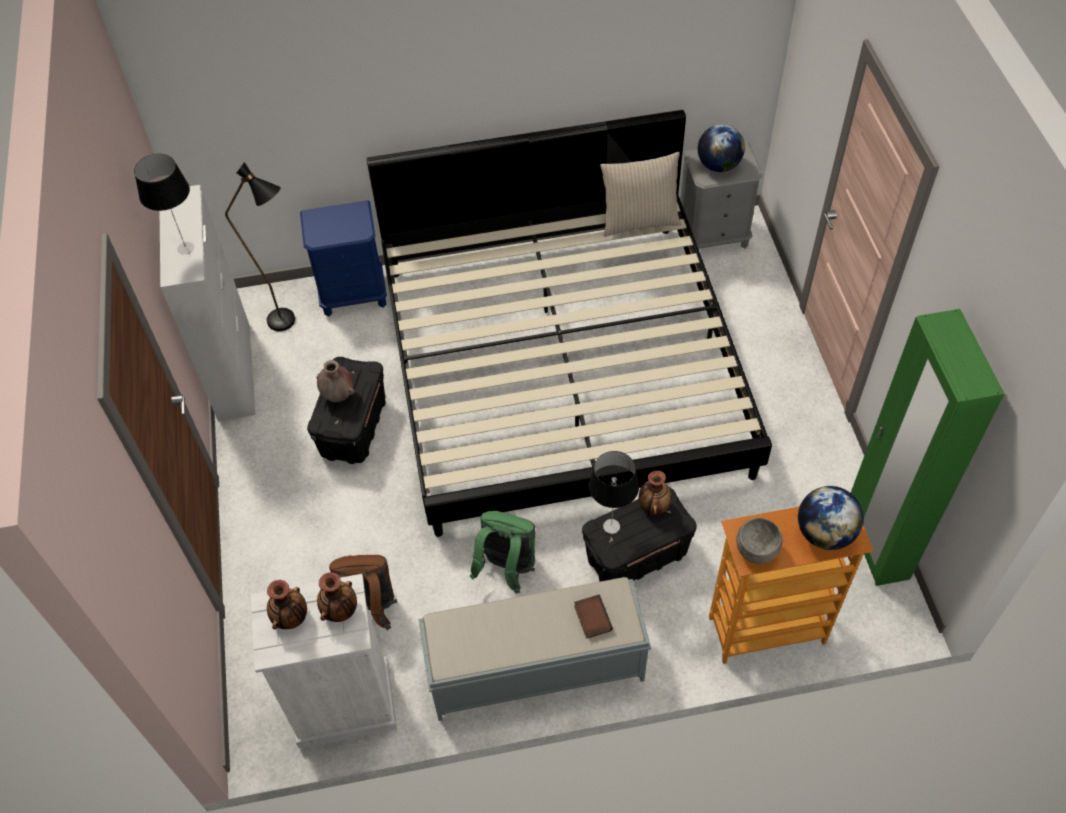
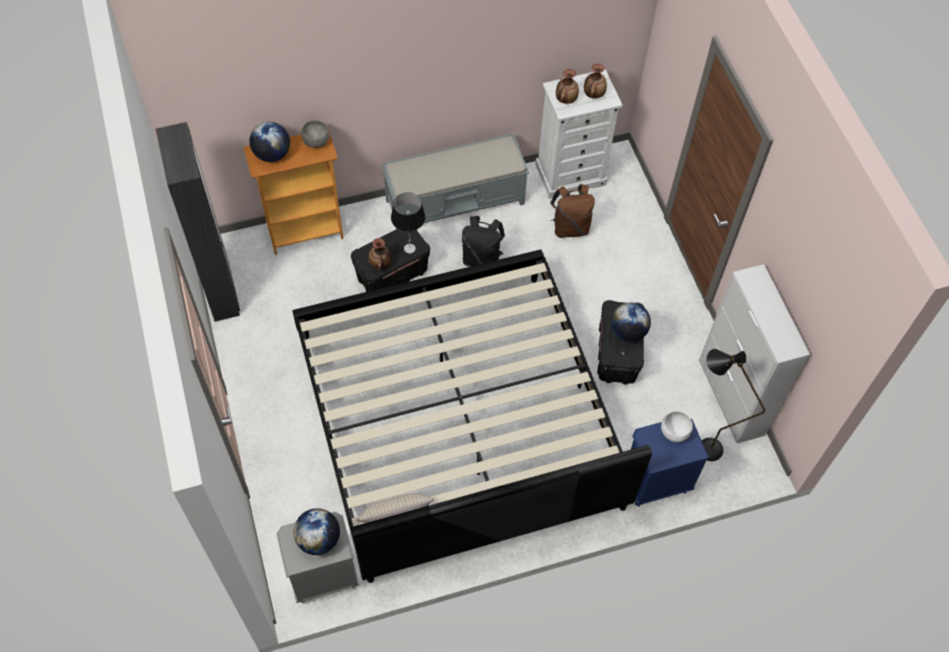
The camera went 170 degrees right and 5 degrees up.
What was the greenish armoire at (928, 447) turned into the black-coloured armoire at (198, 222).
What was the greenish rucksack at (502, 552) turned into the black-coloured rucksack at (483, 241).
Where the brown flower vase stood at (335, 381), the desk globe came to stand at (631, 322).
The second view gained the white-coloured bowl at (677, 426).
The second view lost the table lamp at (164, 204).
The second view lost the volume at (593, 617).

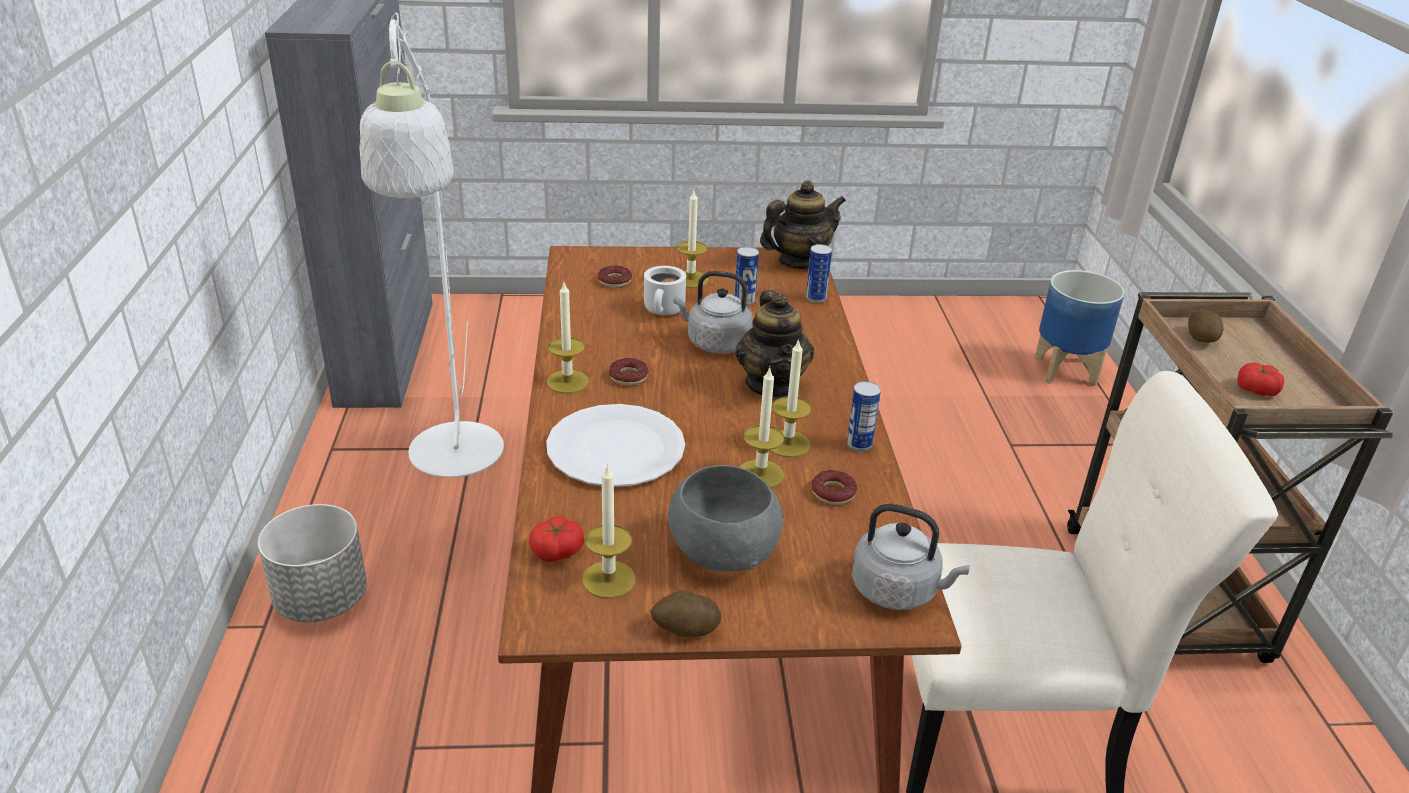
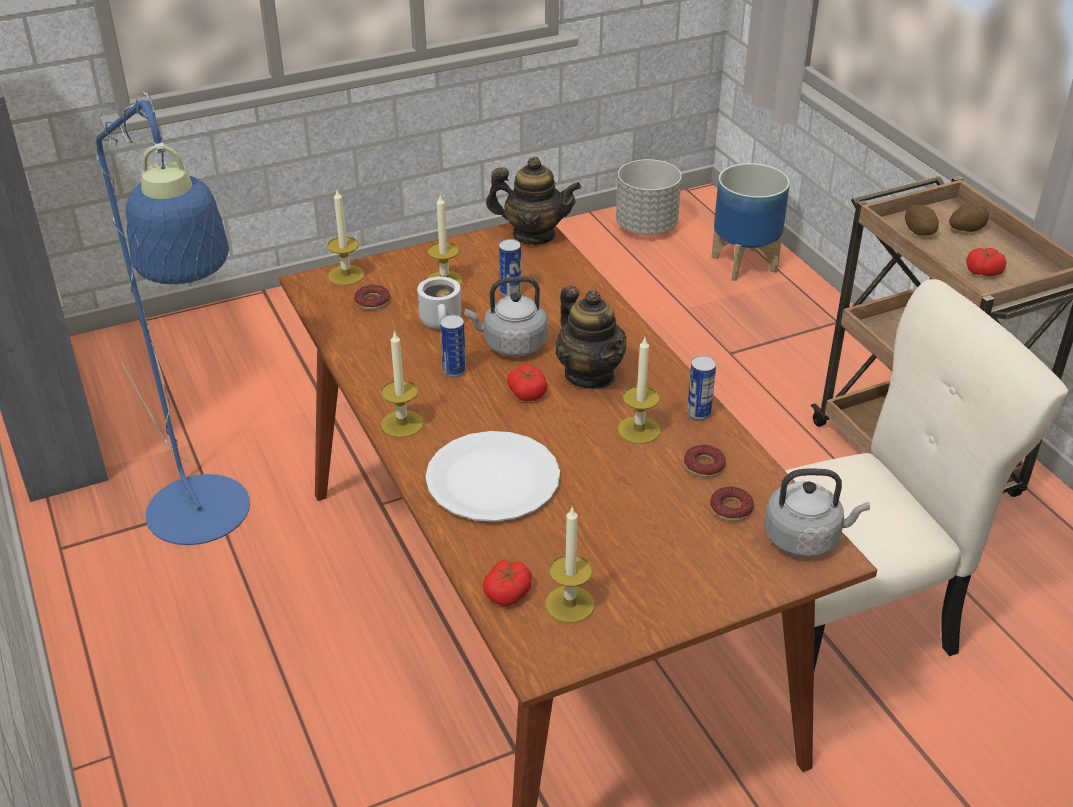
The camera went 20 degrees left and 5 degrees up.
What was the white-coloured floor lamp at (431, 245) turned into the bluish floor lamp at (173, 318).
The wax candle ended up elsewhere, having gone from (762, 427) to (346, 237).
The metal can ended up elsewhere, having gone from (819, 273) to (453, 346).
The pot for tea at (803, 224) ended up facing another way, 60 degrees clockwise from before.
The second view gained the whole tomato at (527, 383).
The greyish planter ended up elsewhere, having gone from (312, 563) to (649, 197).
The doughnut ended up elsewhere, having gone from (629, 372) to (732, 504).
The potato ended up elsewhere, having gone from (685, 613) to (969, 218).
The second view lost the greyish bowl at (726, 518).

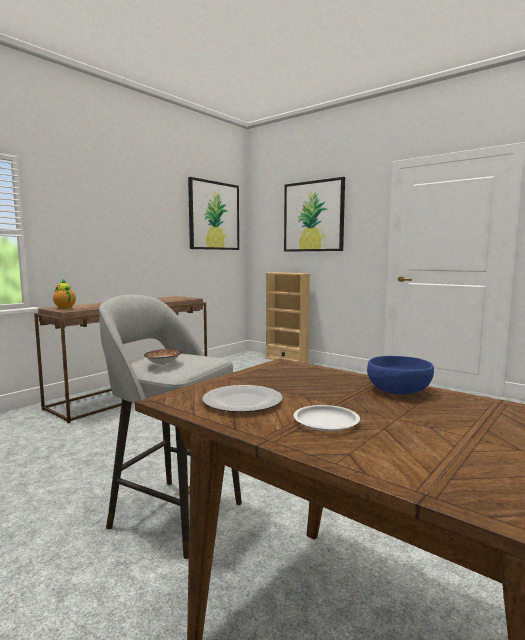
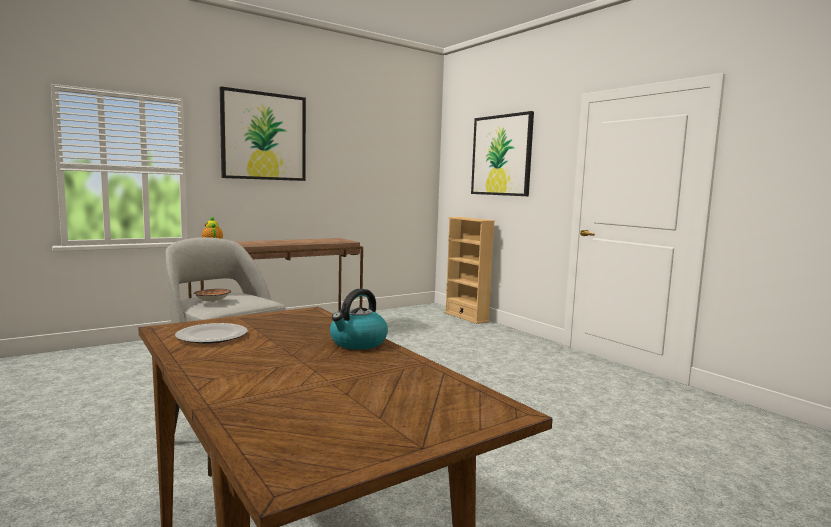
The camera went 15 degrees right and 0 degrees up.
The wall art ended up elsewhere, having gone from (213, 213) to (263, 134).
Where the bluish bowl stood at (400, 375), the water kettle came to stand at (359, 319).
The second view lost the white-coloured plate at (327, 418).

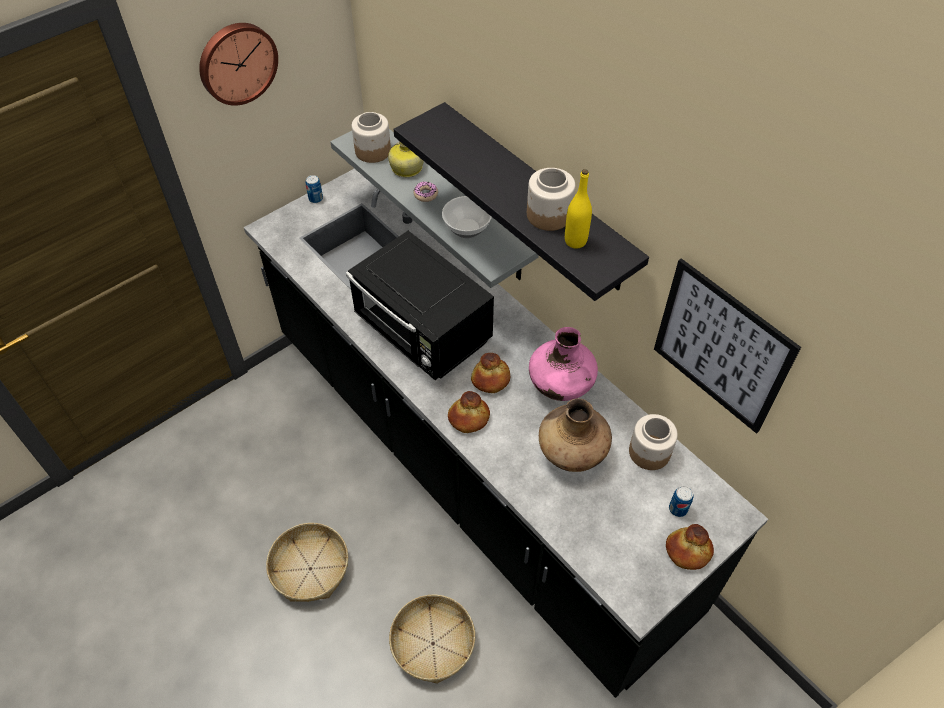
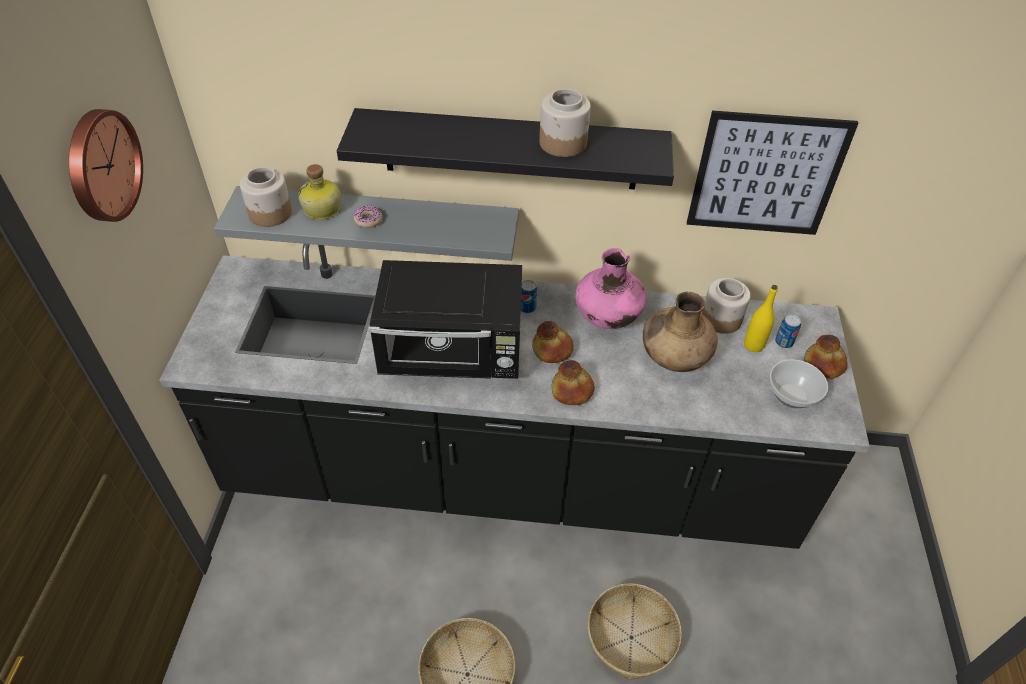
The camera went 45 degrees left and 5 degrees down.
The metal can ended up elsewhere, having gone from (314, 189) to (529, 296).
The yellow beverage bottle ended up elsewhere, having gone from (578, 208) to (761, 318).
The bowl ended up elsewhere, having gone from (467, 217) to (799, 383).

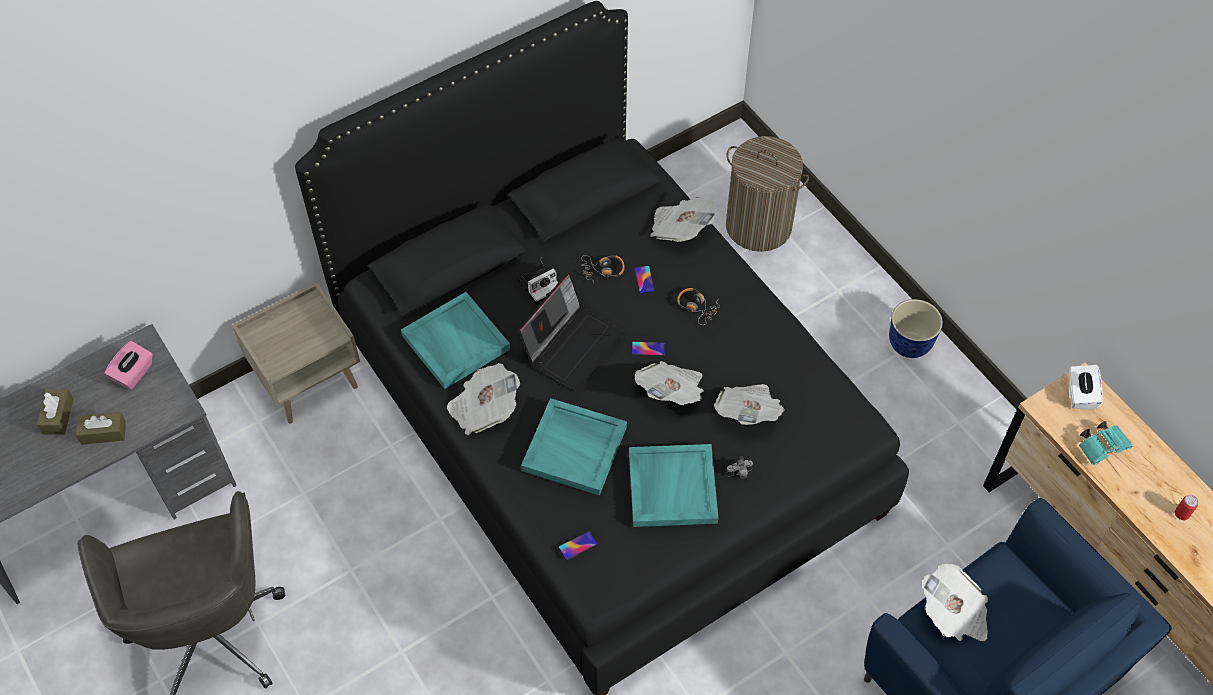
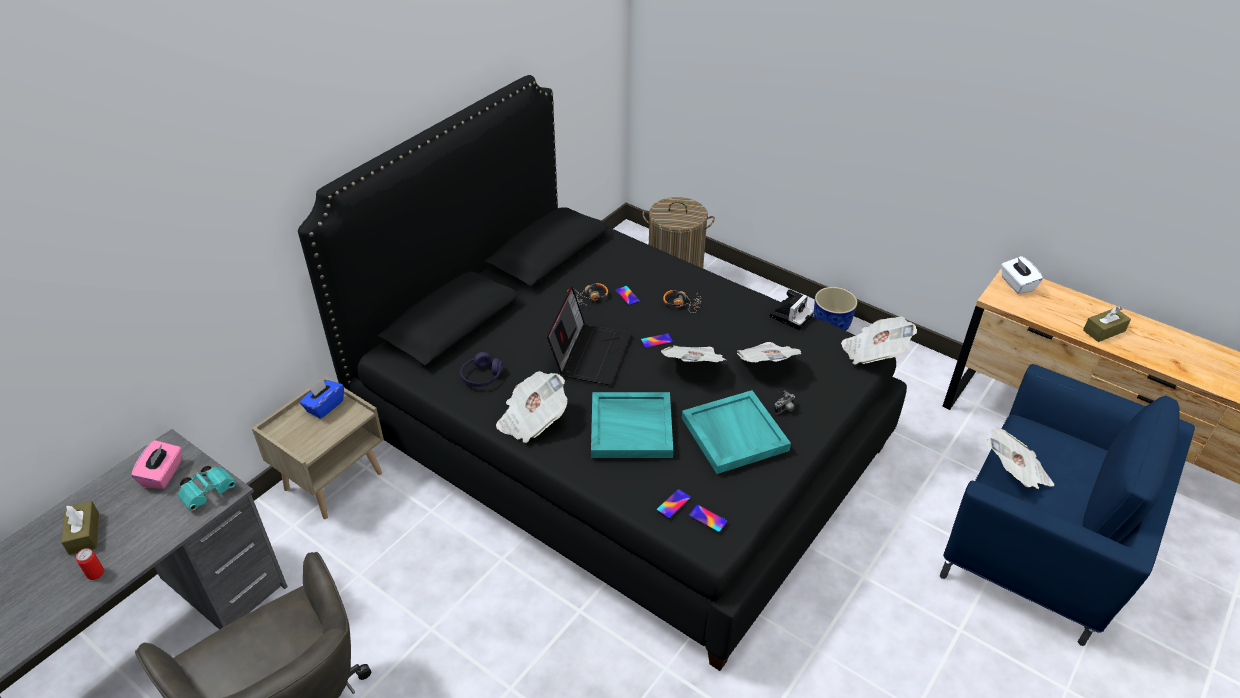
The camera went 20 degrees left and 15 degrees down.
The metal can ended up elsewhere, having gone from (1186, 507) to (90, 564).
The turquoise-coloured field glasses ended up elsewhere, having gone from (1106, 443) to (206, 488).
The second view gained the bluish box of tissues at (322, 398).
Where the turquoise-coloured tray stood at (455, 340), the purple headphones came to stand at (481, 369).
The second view gained the telephone at (708, 518).
The photo camera ended up elsewhere, having gone from (537, 281) to (791, 309).
The newspaper ended up elsewhere, having gone from (683, 219) to (879, 340).
The brown box of tissues ended up elsewhere, having gone from (101, 428) to (1107, 324).

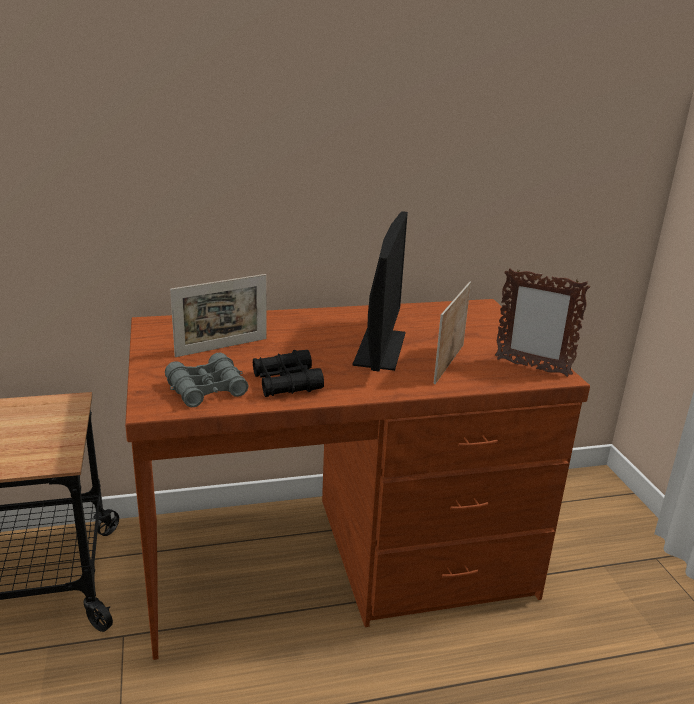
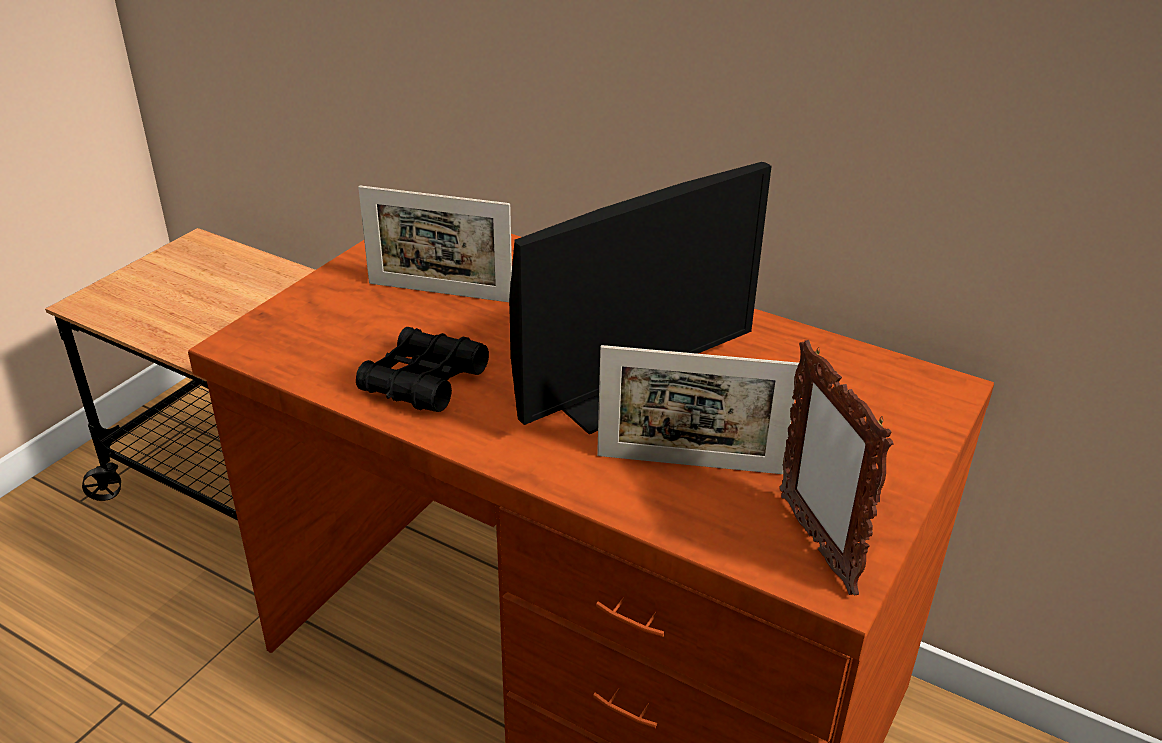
The camera went 45 degrees right and 10 degrees up.
The picture frame at (452, 332) ended up facing another way, 150 degrees counterclockwise from before.
The second view lost the greyish field glasses at (206, 379).

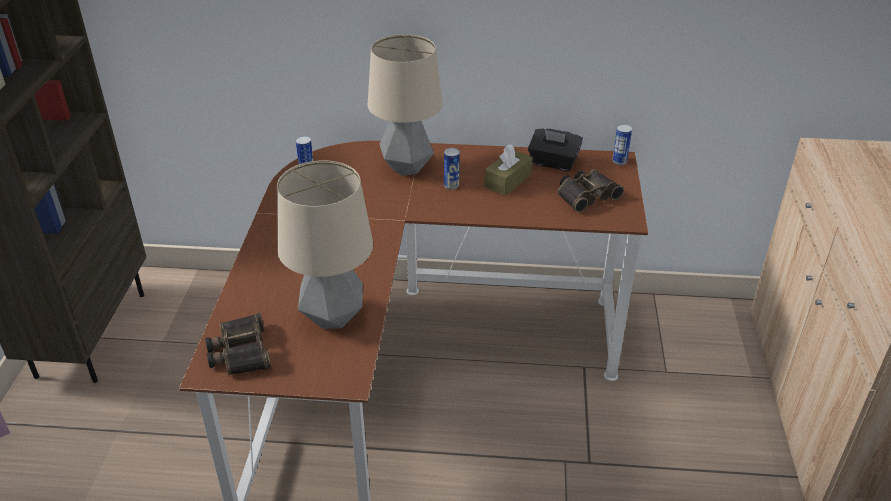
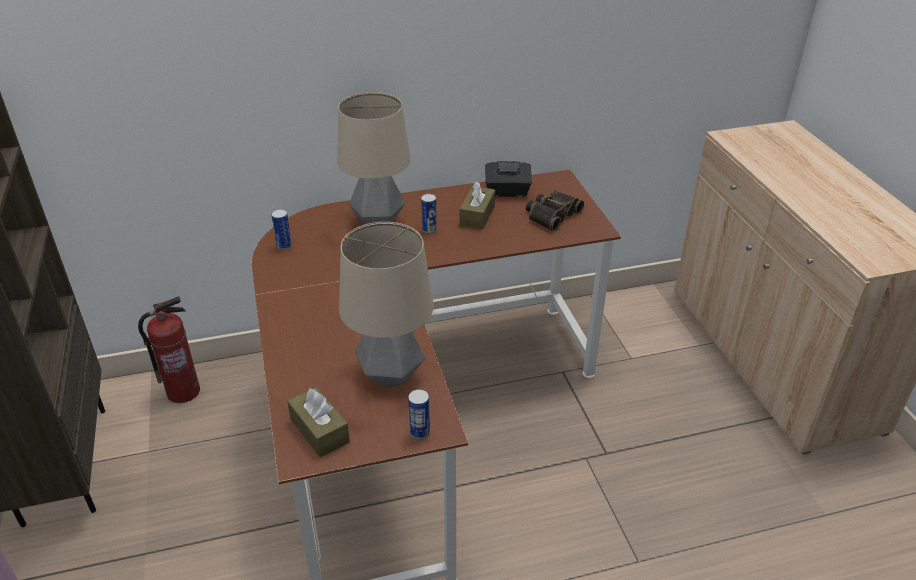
The camera went 20 degrees left and 0 degrees up.
The second view gained the fire-fighting cylinder at (169, 349).
Where the field glasses stood at (238, 344), the brown box of tissues came to stand at (318, 422).
The metal can ended up elsewhere, having gone from (622, 144) to (419, 414).

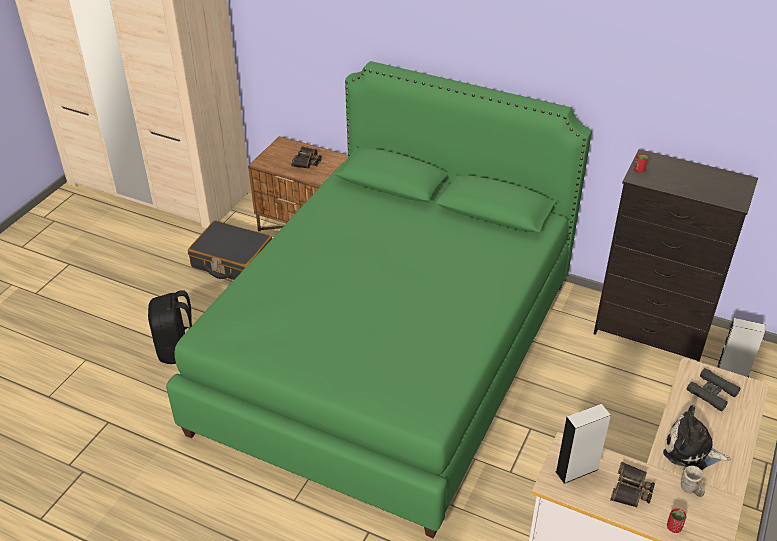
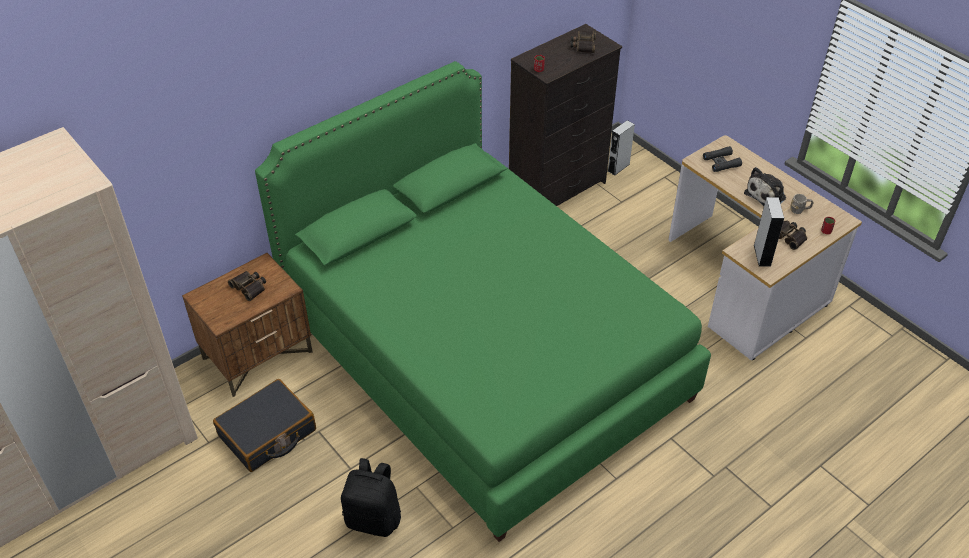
The camera went 65 degrees left and 5 degrees up.
The second view gained the field glasses at (583, 42).

